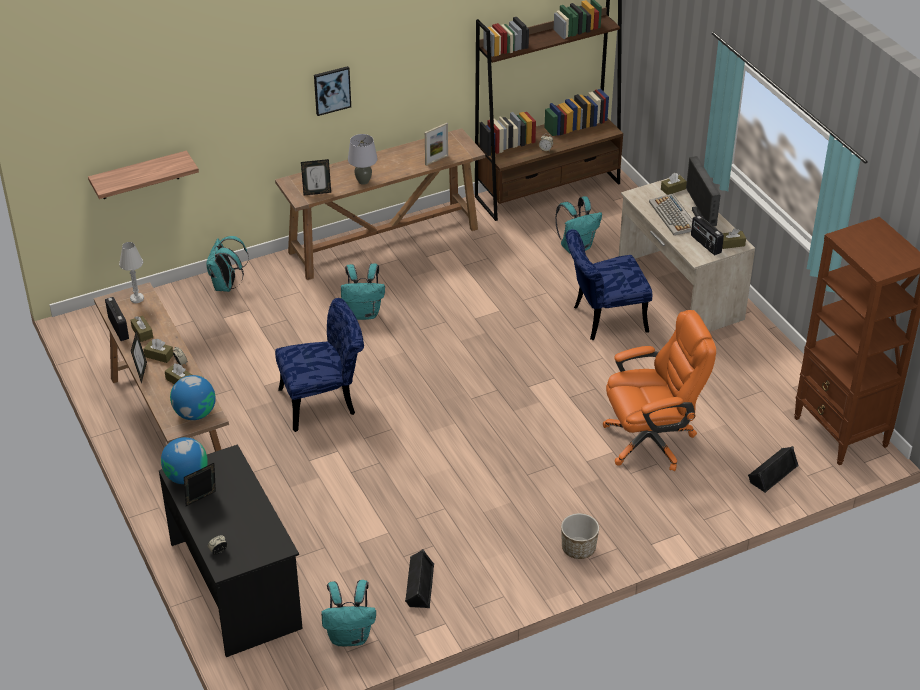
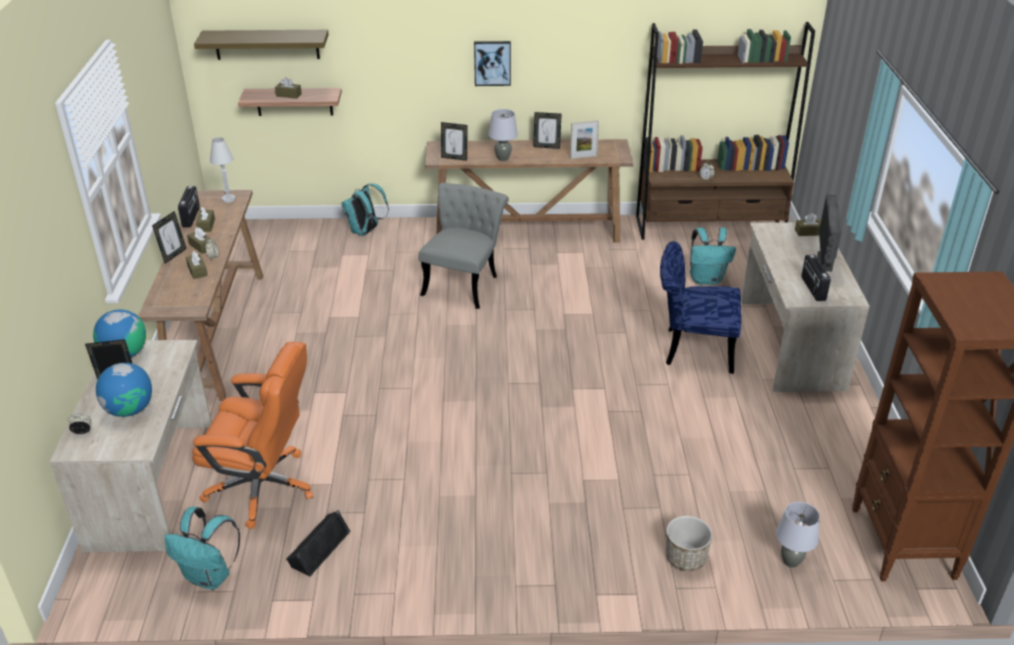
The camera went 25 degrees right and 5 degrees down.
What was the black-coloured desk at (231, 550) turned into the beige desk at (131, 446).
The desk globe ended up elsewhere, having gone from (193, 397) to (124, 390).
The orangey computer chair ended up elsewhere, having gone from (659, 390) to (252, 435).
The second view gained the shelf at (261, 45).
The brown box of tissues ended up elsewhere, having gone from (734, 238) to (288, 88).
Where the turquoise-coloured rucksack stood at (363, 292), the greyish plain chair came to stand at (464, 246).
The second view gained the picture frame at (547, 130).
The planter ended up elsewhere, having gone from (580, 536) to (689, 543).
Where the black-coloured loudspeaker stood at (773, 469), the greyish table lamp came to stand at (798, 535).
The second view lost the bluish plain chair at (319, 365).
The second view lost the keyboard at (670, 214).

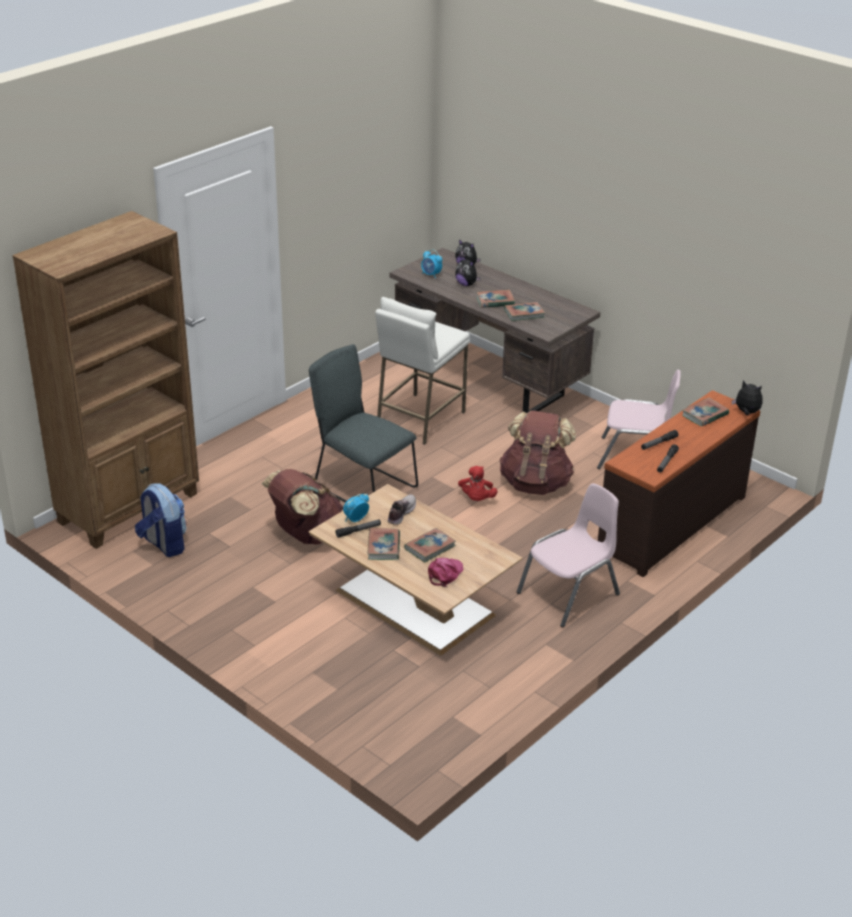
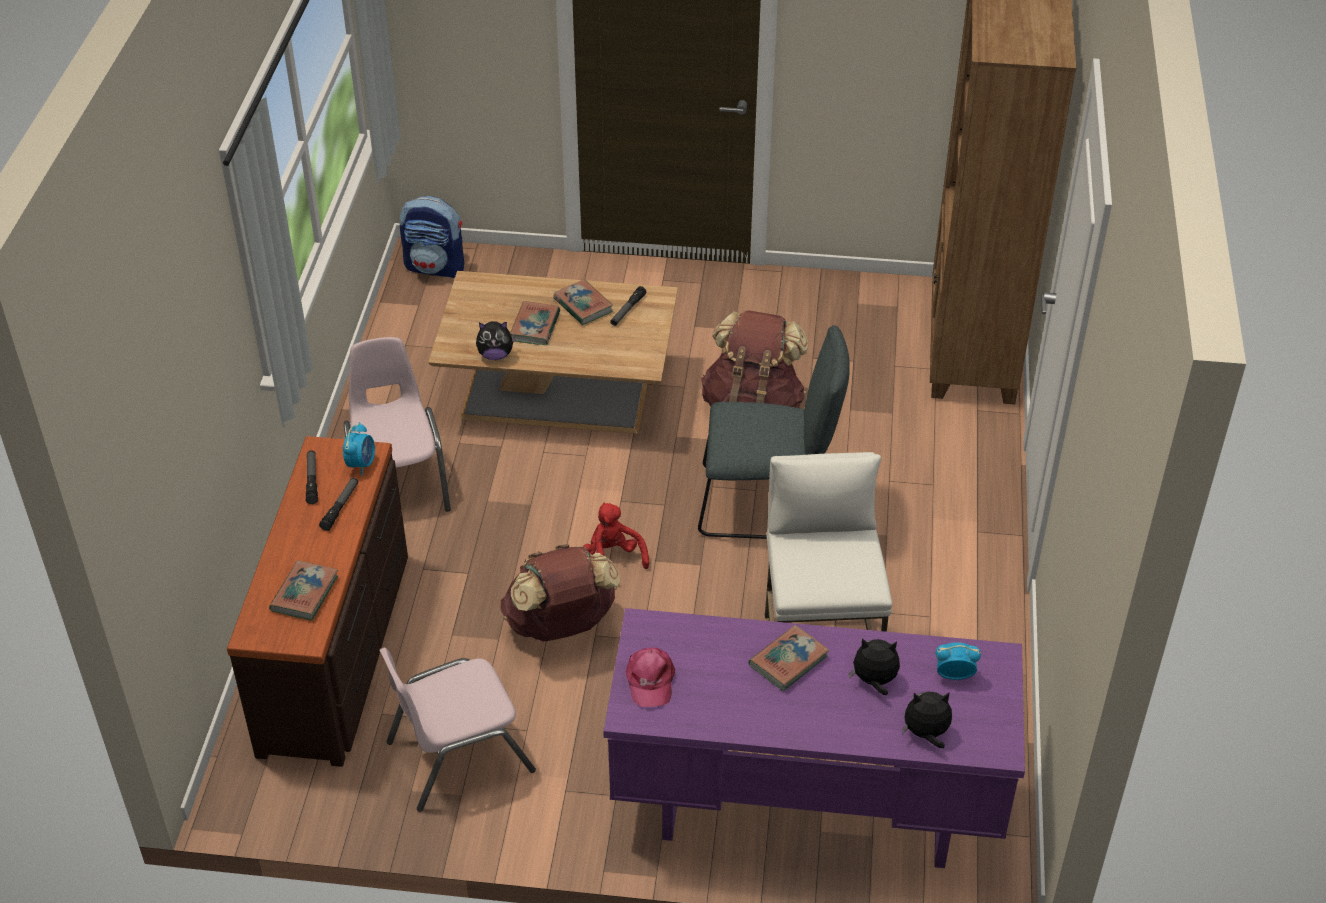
The camera went 145 degrees right and 10 degrees up.
The table clock ended up elsewhere, having gone from (356, 508) to (359, 449).
The pink plain chair at (568, 555) ended up facing another way, 150 degrees clockwise from before.
The rucksack ended up elsewhere, having gone from (160, 520) to (432, 237).
The cuddly toy ended up elsewhere, having gone from (747, 397) to (496, 340).
What was the brown desk at (495, 330) turned into the purple desk at (814, 738).
The pink baseball cap ended up elsewhere, having gone from (446, 572) to (650, 677).
The second view lost the item of footwear at (402, 509).
The second view lost the volume at (524, 311).

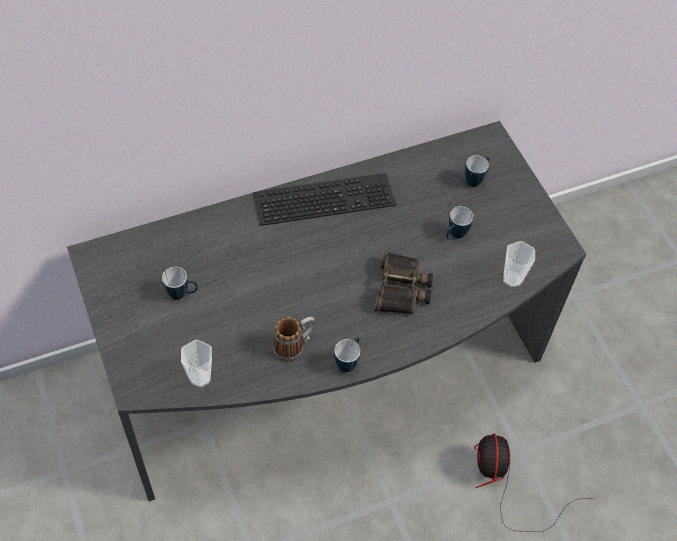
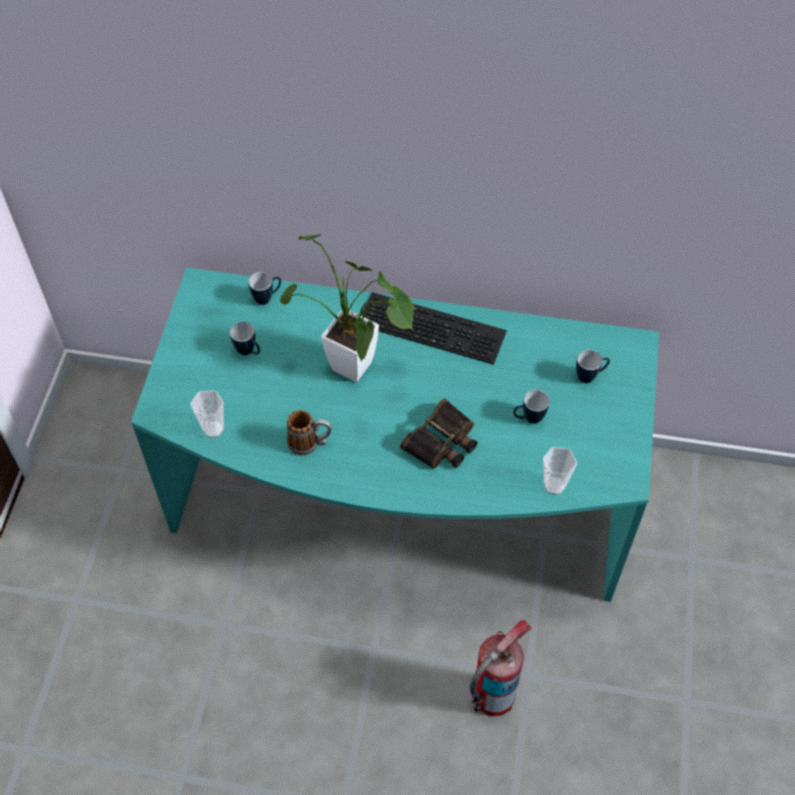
The camera went 35 degrees right and 0 degrees up.
What was the greyish desk at (326, 311) turned into the turquoise-coloured desk at (395, 434).
The mug ended up elsewhere, having gone from (347, 355) to (264, 288).
The second view gained the plant in a pot at (348, 308).
Where the fan stood at (533, 482), the fire-fighting cylinder came to stand at (501, 668).

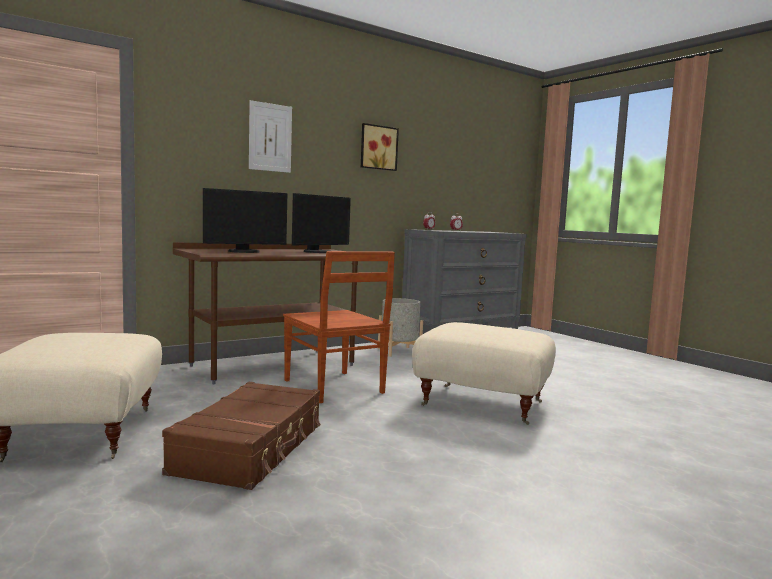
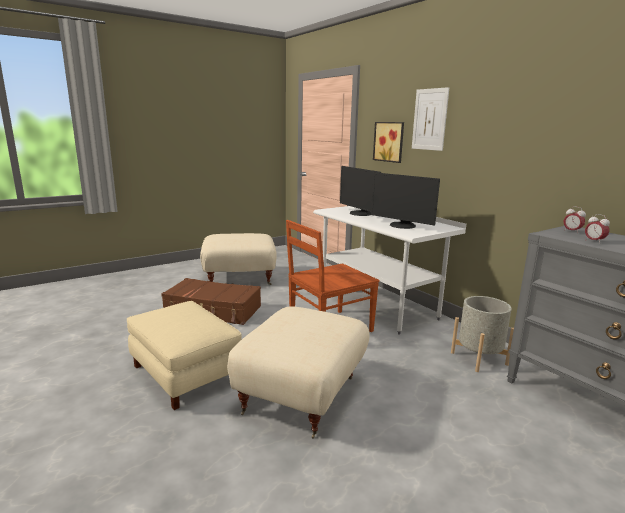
The camera went 90 degrees right and 10 degrees up.
The second view gained the beige pouffe at (184, 355).
What was the brown desk at (265, 313) turned into the white-coloured desk at (389, 270).
The wall art ended up elsewhere, having gone from (380, 147) to (388, 142).

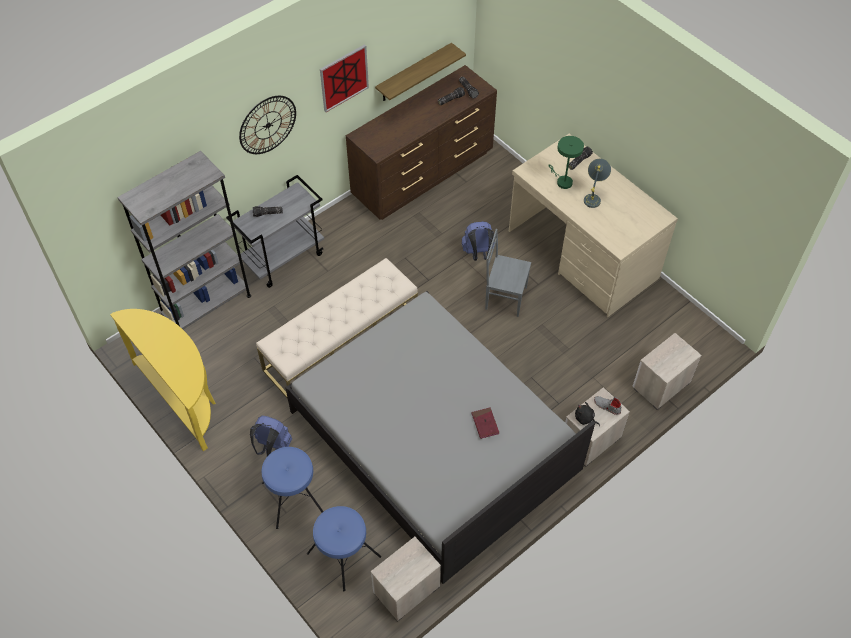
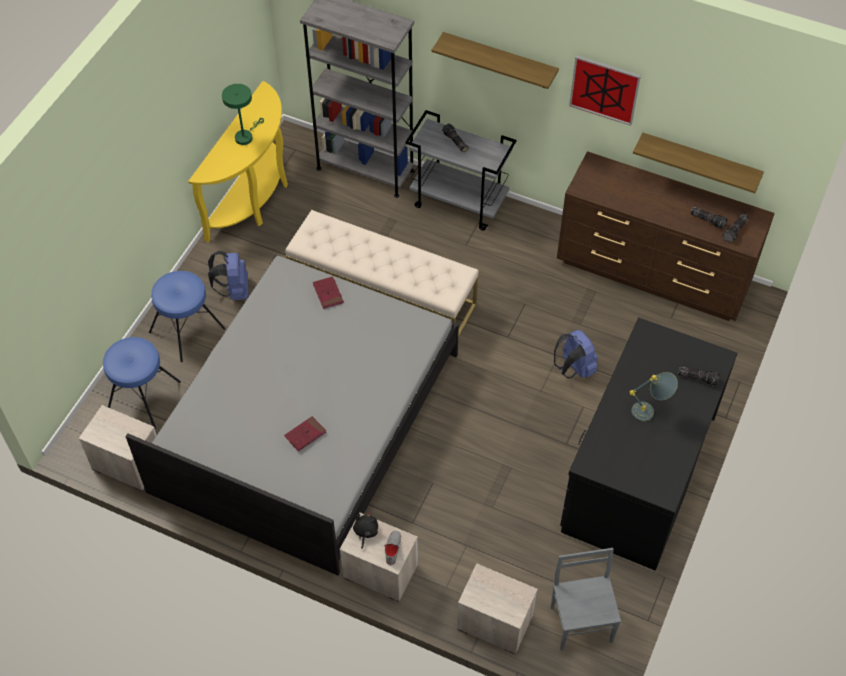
The camera went 65 degrees right and 0 degrees up.
The greenish table lamp ended up elsewhere, having gone from (566, 162) to (243, 114).
The second view gained the red-coloured volume at (328, 292).
Where the clock on the wall hung at (267, 125), the shelf came to hang at (495, 60).
The greyish plain chair ended up elsewhere, having gone from (508, 273) to (586, 599).
What was the beige desk at (593, 225) turned into the black-coloured desk at (649, 443).

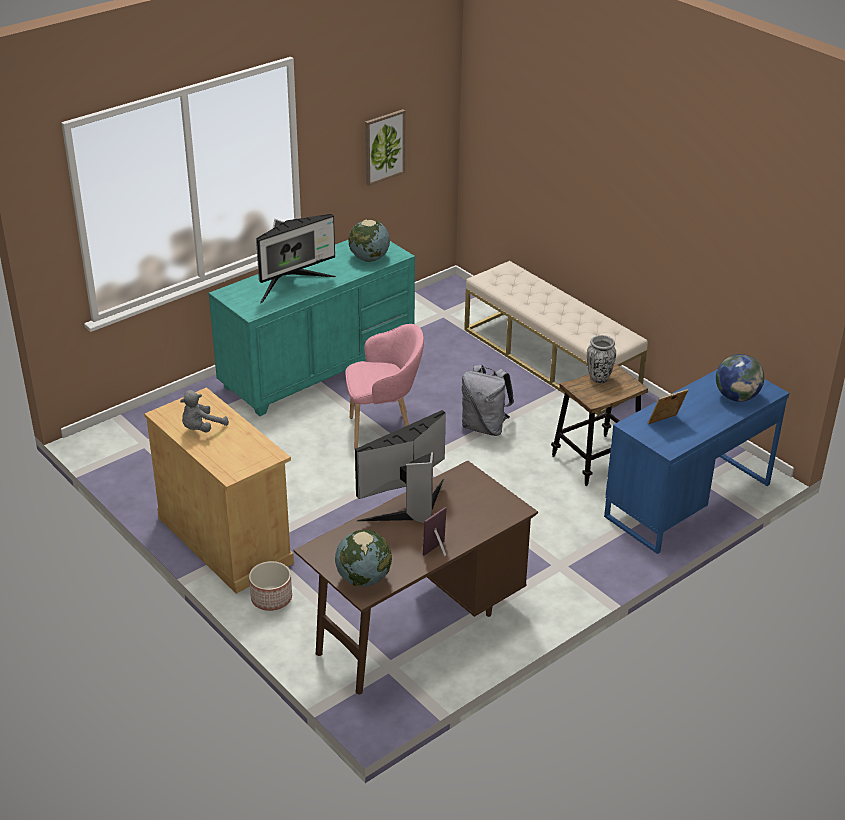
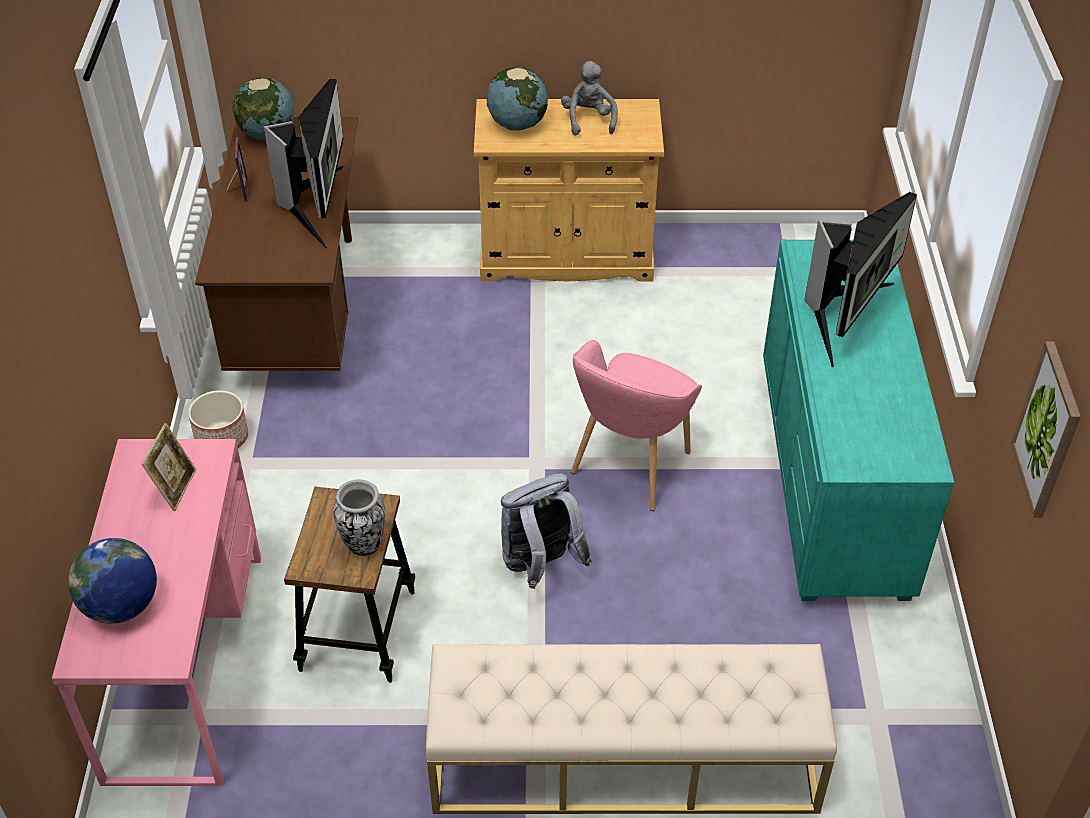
The camera went 130 degrees right and 10 degrees up.
What was the bluish desk at (696, 462) turned into the pink desk at (156, 612).
The planter ended up elsewhere, having gone from (270, 586) to (218, 419).
The desk globe ended up elsewhere, having gone from (369, 240) to (517, 99).
The computer display at (296, 258) ended up facing another way, 150 degrees counterclockwise from before.

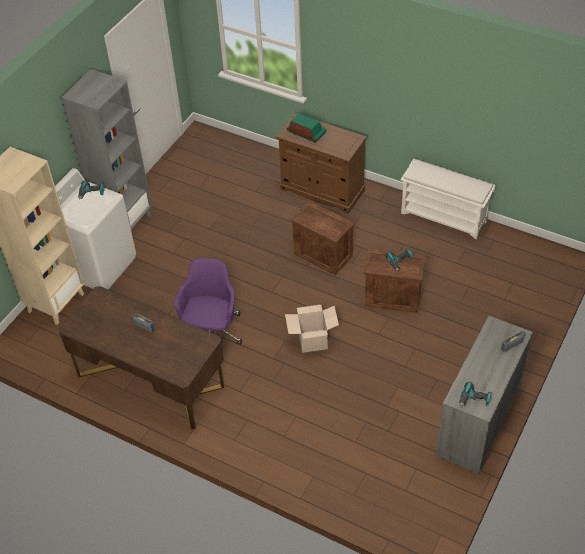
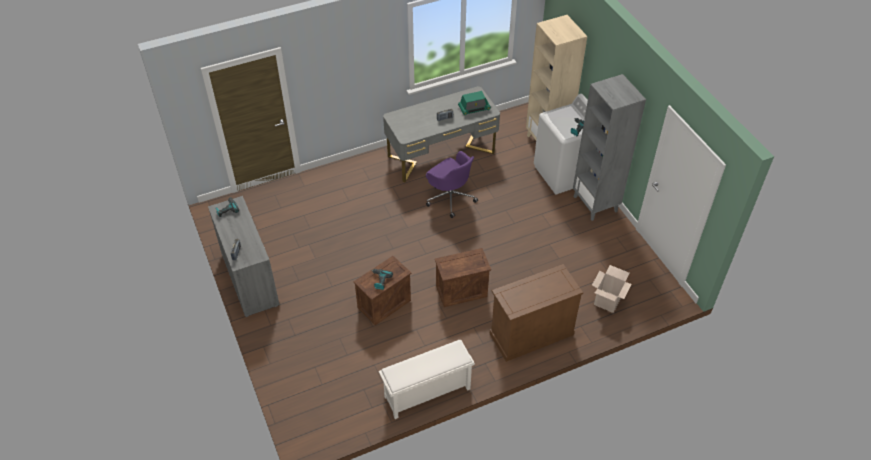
The camera went 125 degrees right and 0 degrees up.
What was the brown desk at (141, 358) turned into the greyish desk at (441, 134).
The radio receiver ended up elsewhere, having gone from (307, 128) to (474, 103).
The cardboard box ended up elsewhere, having gone from (312, 329) to (612, 289).

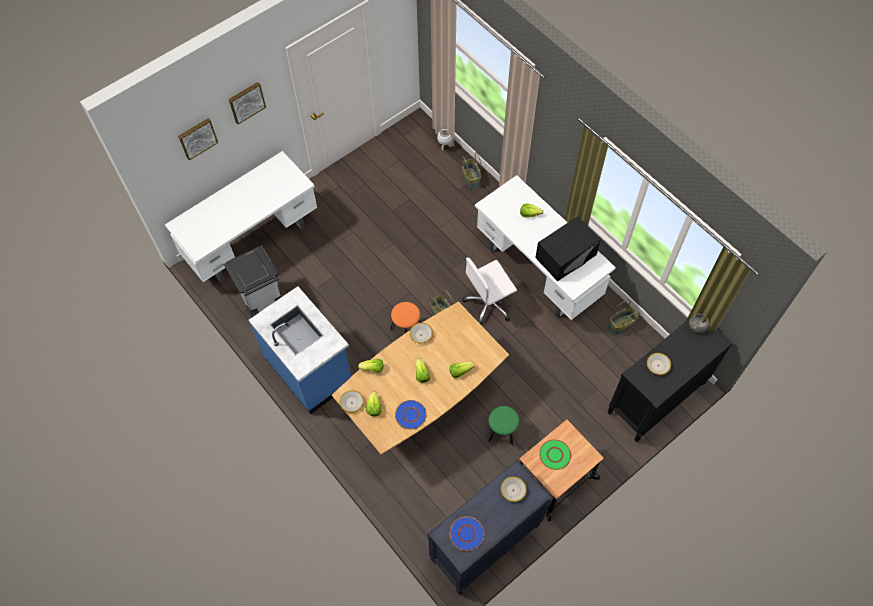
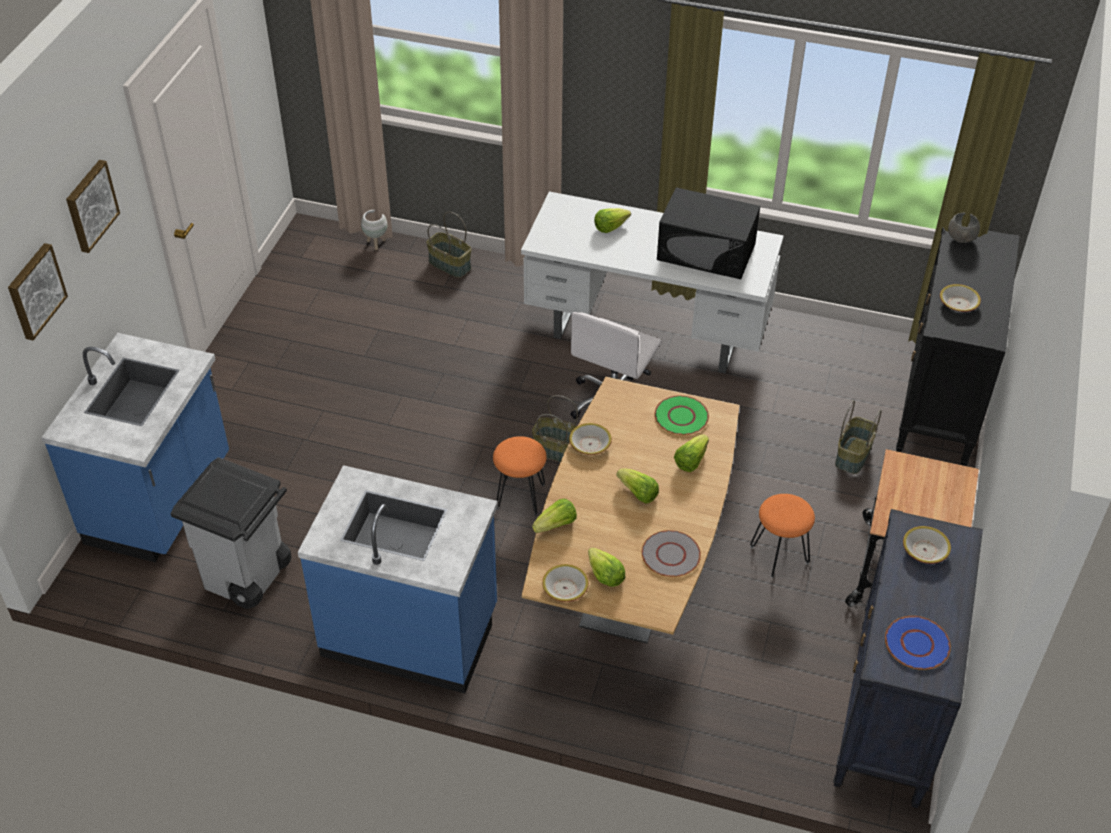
The camera went 35 degrees left and 15 degrees down.
Where the white-coloured desk stood at (241, 217), the bluish kitchen base unit came to stand at (135, 447).
What was the bluish plate at (411, 415) turned into the greyish plate at (671, 553).
The greenish plate ended up elsewhere, having gone from (555, 454) to (681, 415).
The black-coloured microwave at (568, 248) ended up facing another way, 90 degrees clockwise from before.
What was the greenish stool at (504, 426) turned into the orangey stool at (782, 536).
The household basket ended up elsewhere, having gone from (624, 317) to (858, 437).

